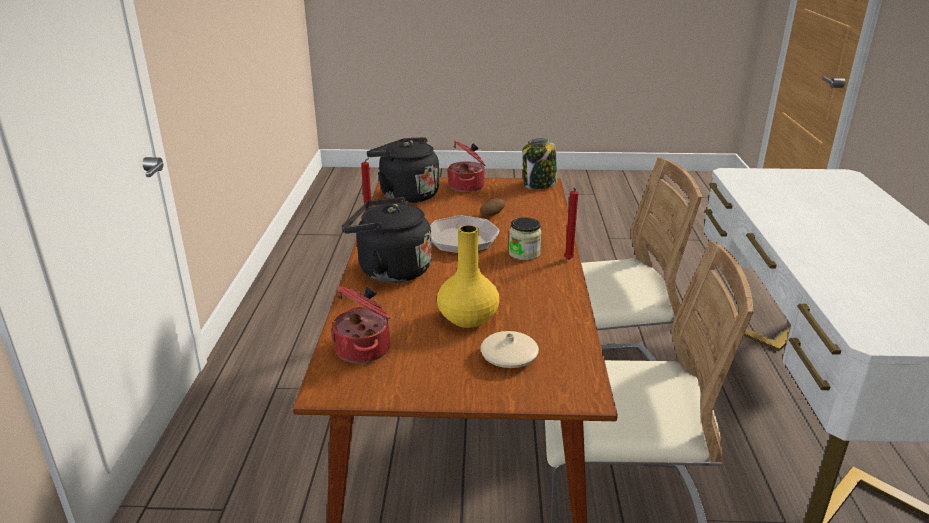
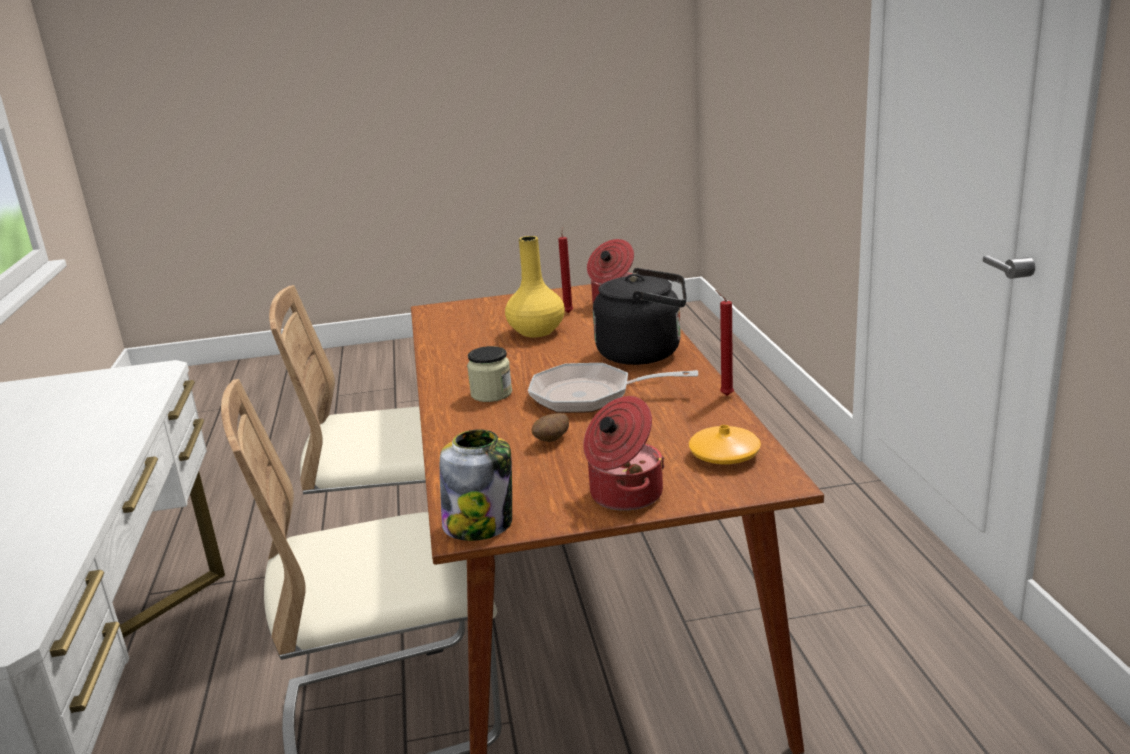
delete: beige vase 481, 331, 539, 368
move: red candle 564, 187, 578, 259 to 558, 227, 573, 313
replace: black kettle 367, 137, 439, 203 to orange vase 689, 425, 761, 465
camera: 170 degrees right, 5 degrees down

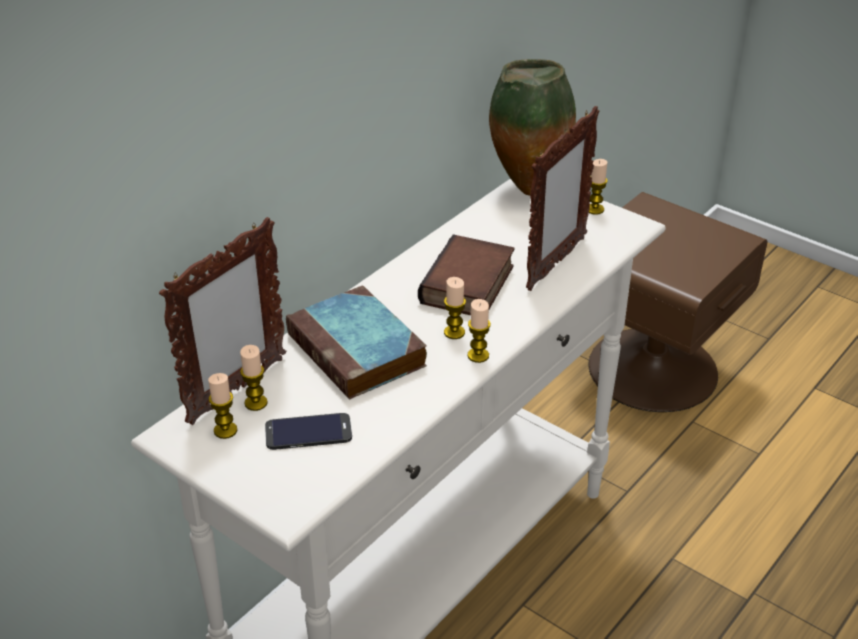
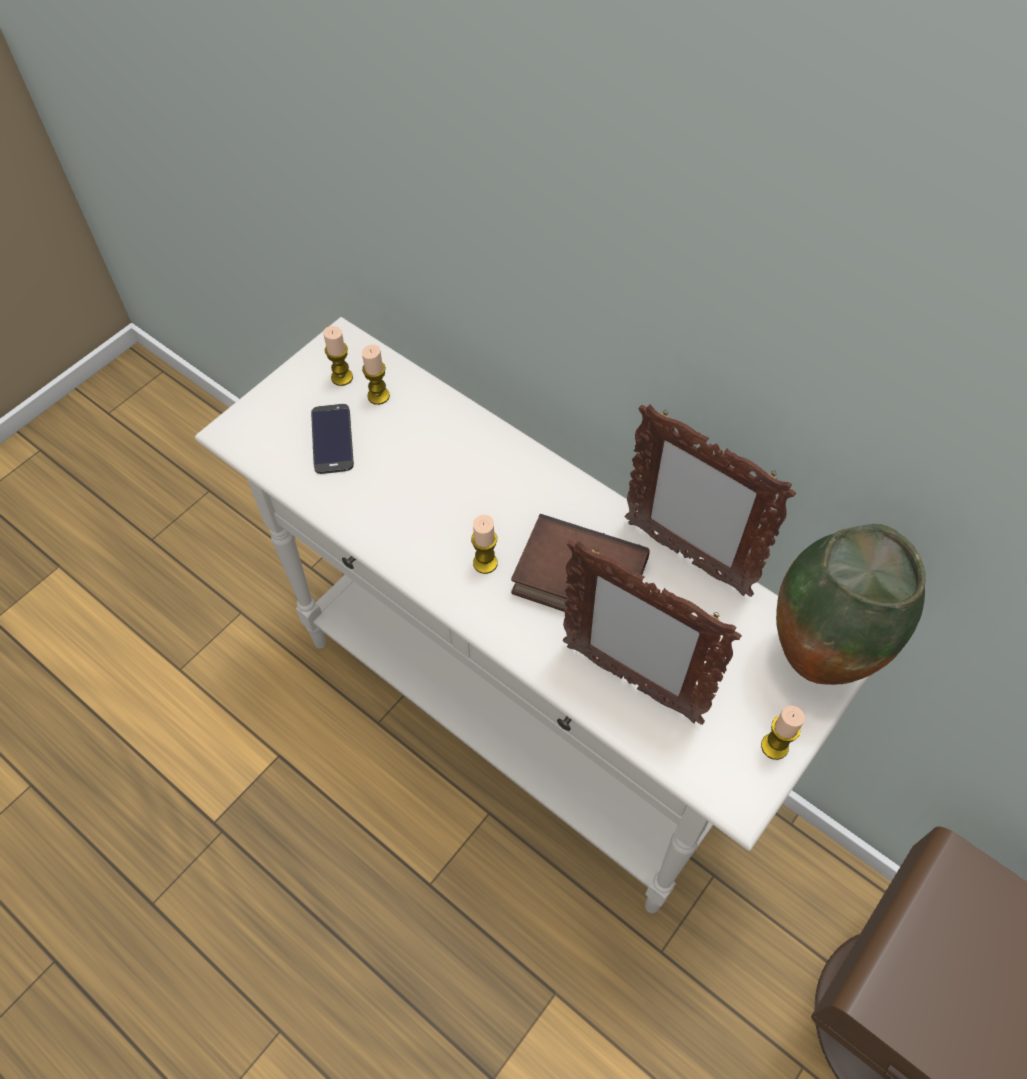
delete: book 286, 285, 427, 399; candle 468, 299, 491, 363
move: picture frame 159, 217, 286, 425 to 625, 404, 796, 597
camera: 90 degrees right, 20 degrees up

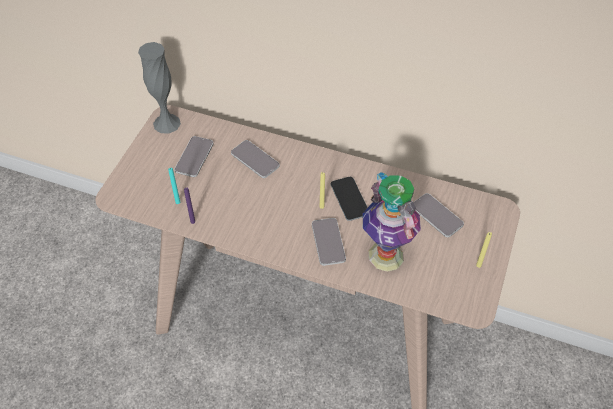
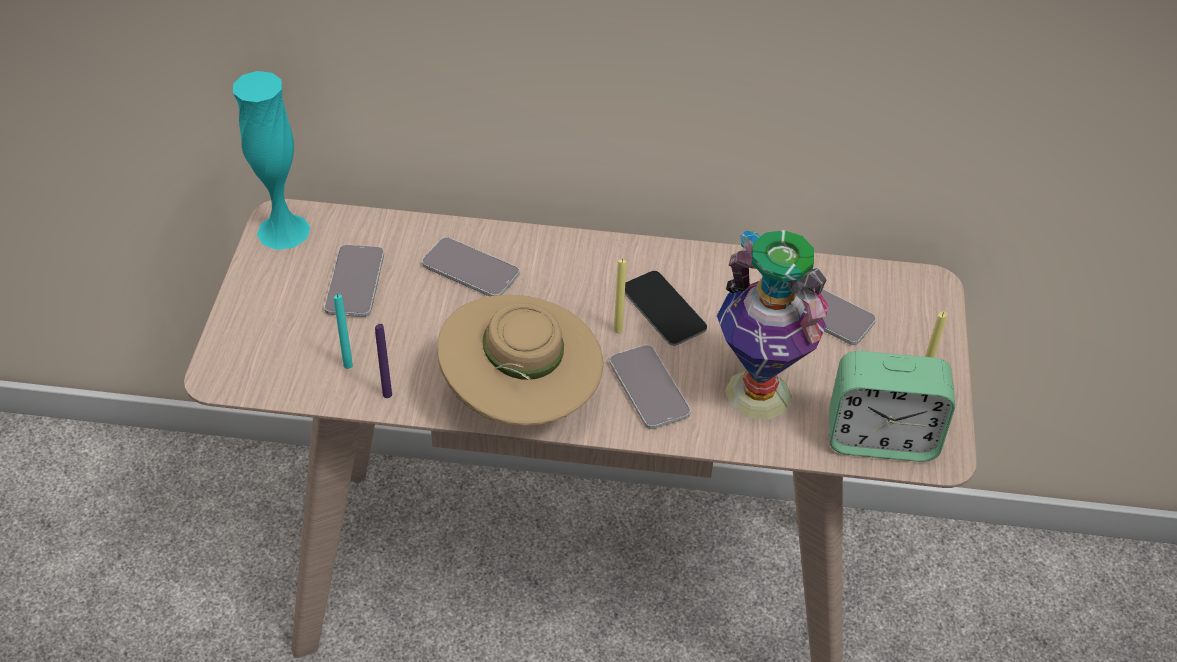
insert: beige hat 437, 295, 603, 426; alarm clock 829, 351, 955, 462
recolor: grey vase 138, 42, 181, 133 to turquoise vase 233, 71, 310, 250
camera: 15 degrees left, 5 degrees down

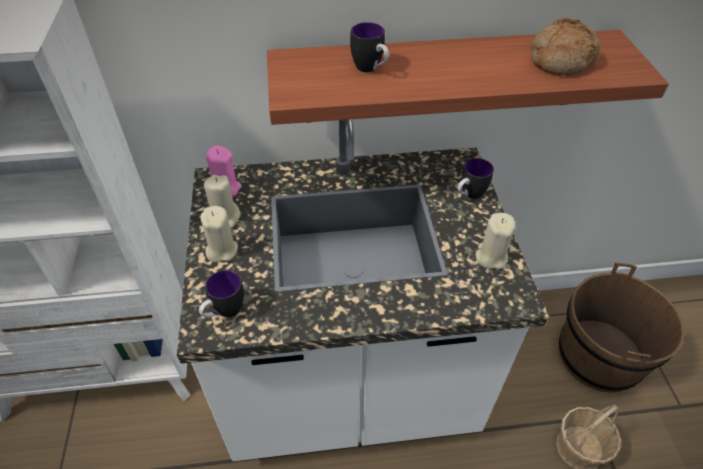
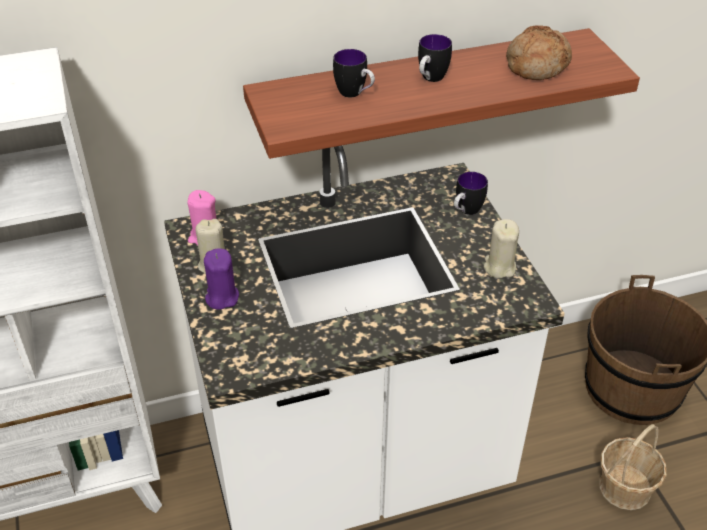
move: mug 199, 270, 244, 317 to 418, 34, 452, 82
recolor: beige candle 200, 206, 238, 262 to purple candle 204, 248, 239, 310
camera: 10 degrees left, 5 degrees down

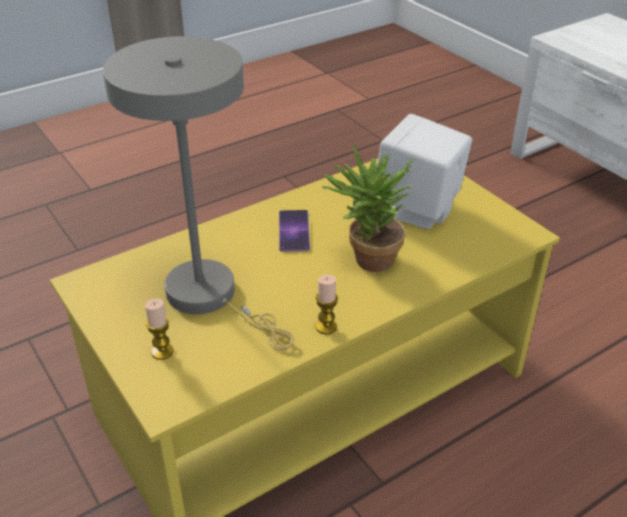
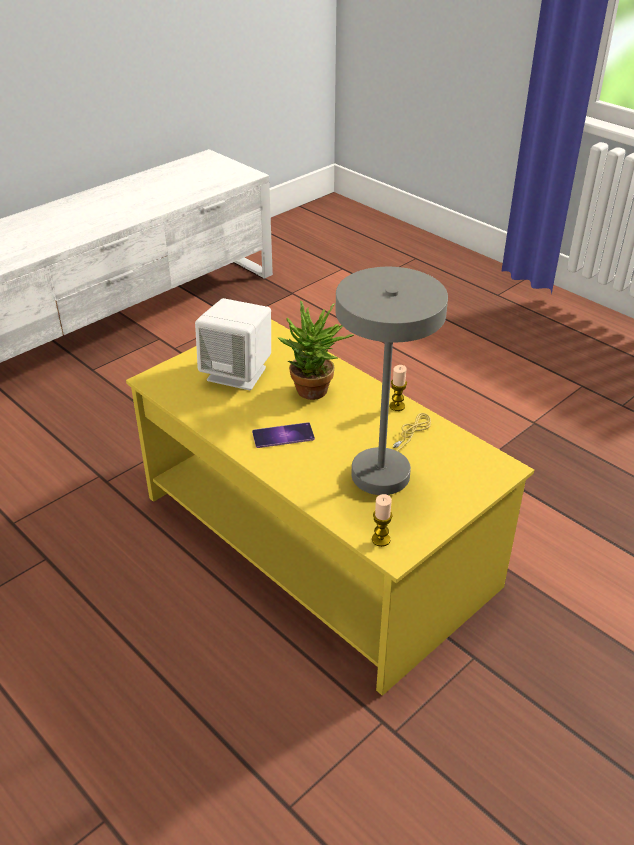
move: candle 145, 299, 174, 360 to 372, 494, 393, 547
camera: 100 degrees left, 0 degrees up

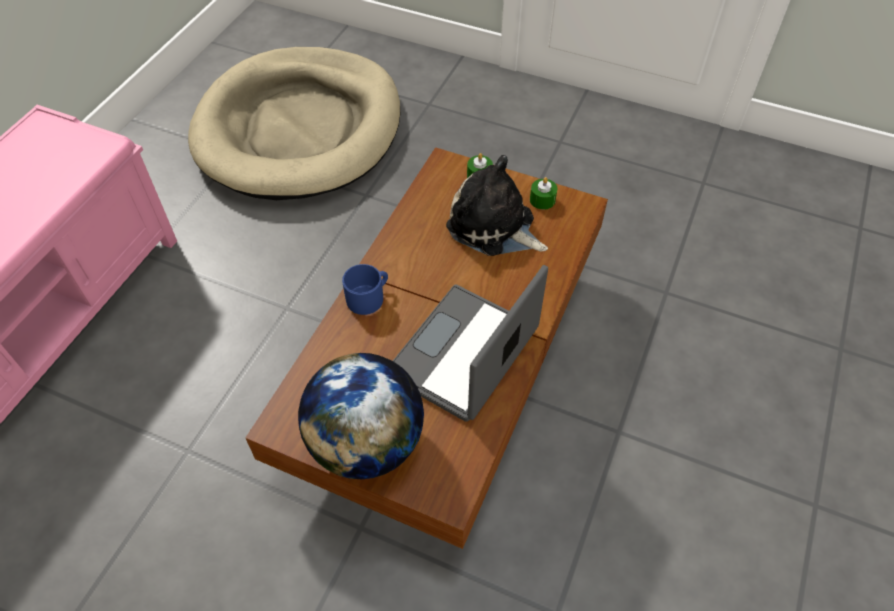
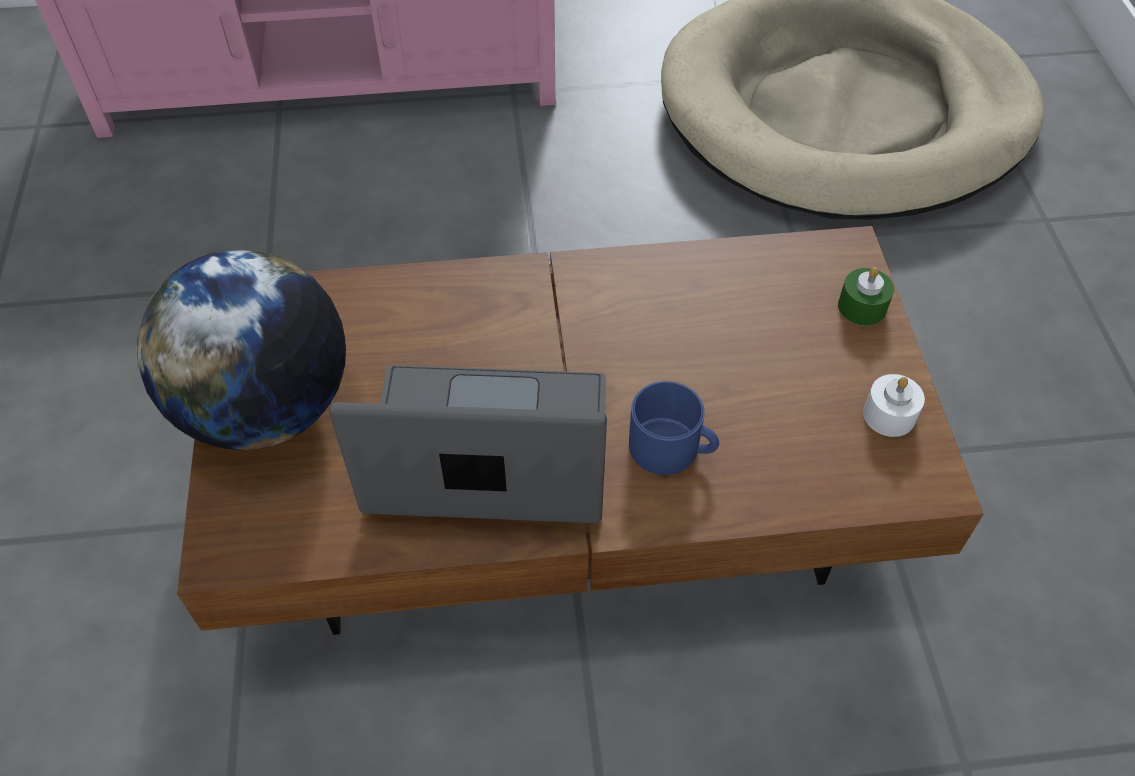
delete: plush toy 446, 155, 548, 256
move: blue mug 342, 264, 388, 315 to 629, 381, 719, 475
recolor: green candle 530, 177, 557, 210 to white candle 863, 374, 925, 437
camera: 60 degrees right, 0 degrees up

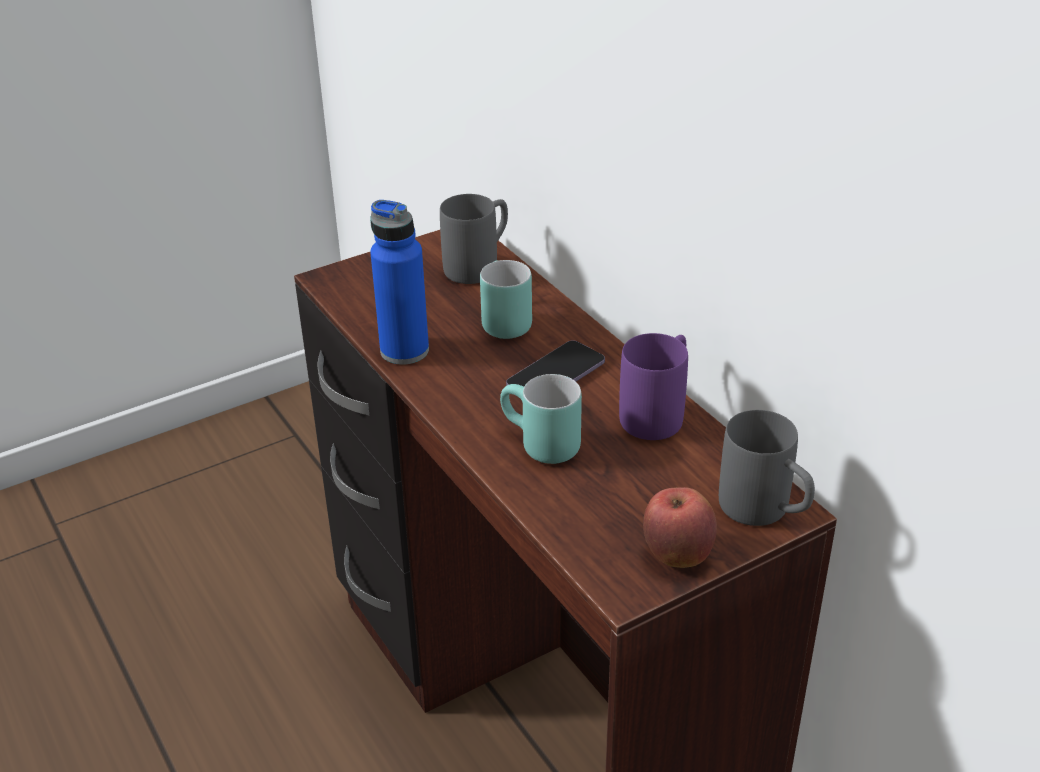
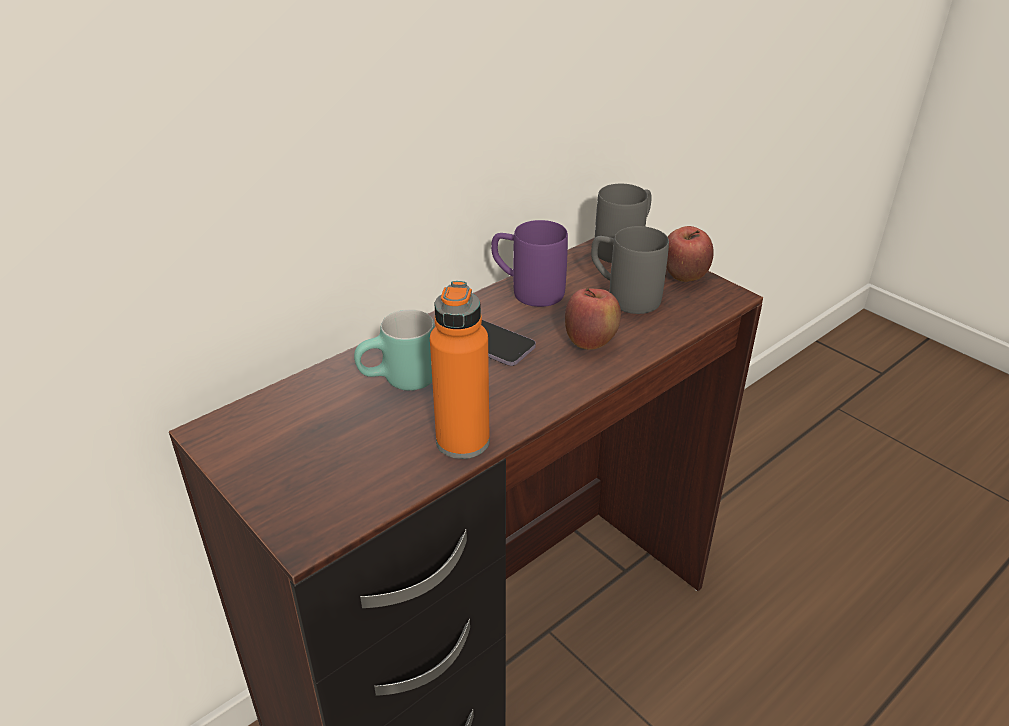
move: grey mug 440, 194, 508, 284 to 591, 226, 669, 314
replace: turquoise mug 500, 374, 582, 464 to apple 565, 288, 621, 349
recolor: blue bottle 370, 200, 429, 364 to orange bottle 430, 281, 490, 459
camera: 100 degrees left, 0 degrees up

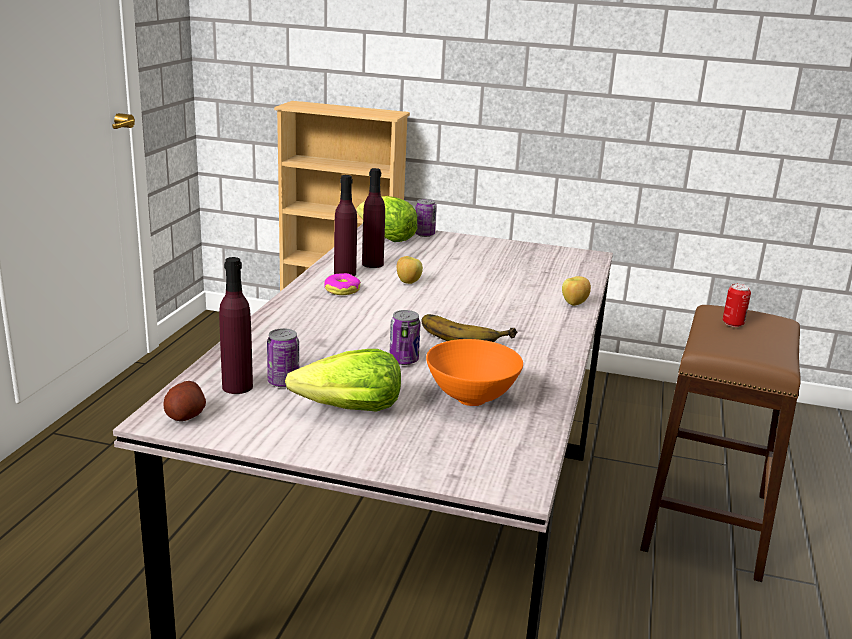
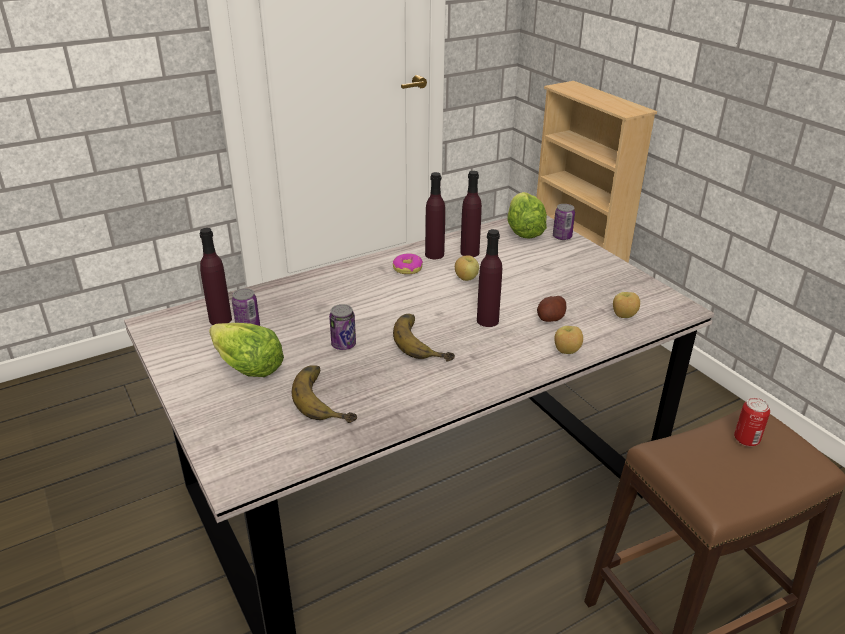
insert: purple bottle 477, 229, 502, 327; apple 613, 292, 640, 318
move: potato 163, 381, 206, 421 to 537, 296, 566, 322
replace: orange bowl 426, 339, 523, 406 to banana 292, 365, 357, 423
camera: 45 degrees right, 10 degrees up

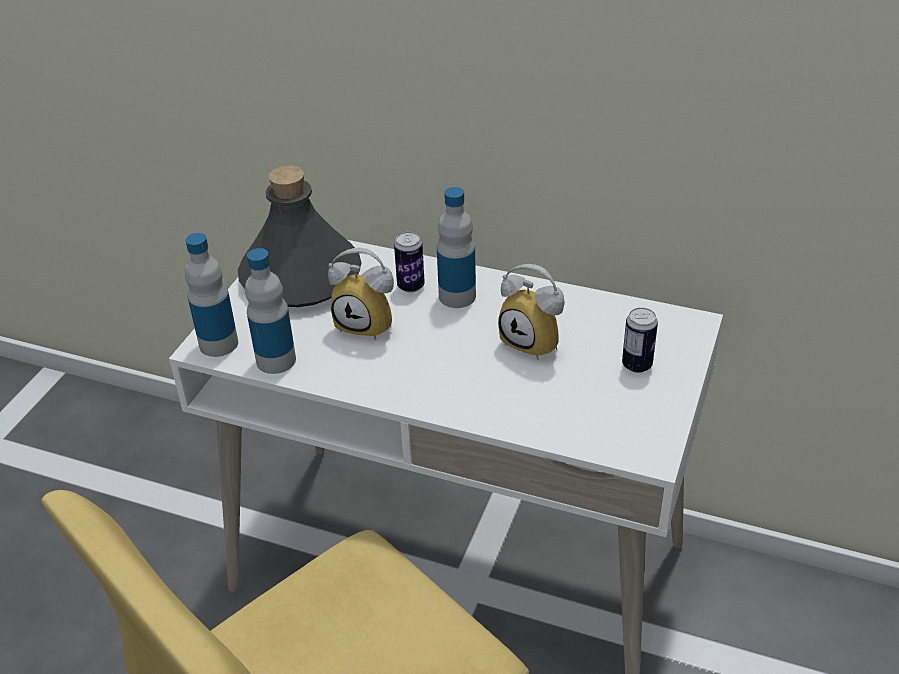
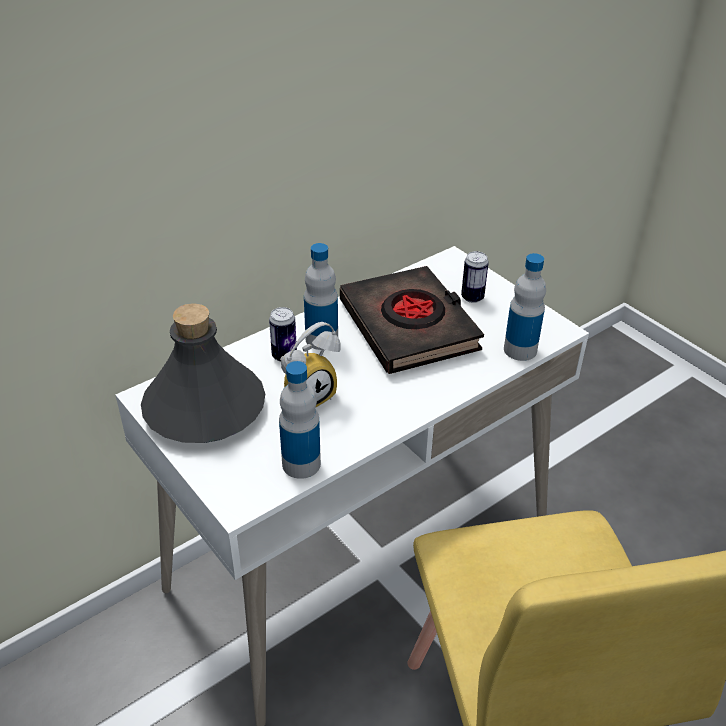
move: bottle 185, 233, 238, 357 to 504, 253, 546, 361
replace: alarm clock 498, 264, 565, 360 to black book 340, 266, 484, 374
camera: 60 degrees left, 0 degrees up

